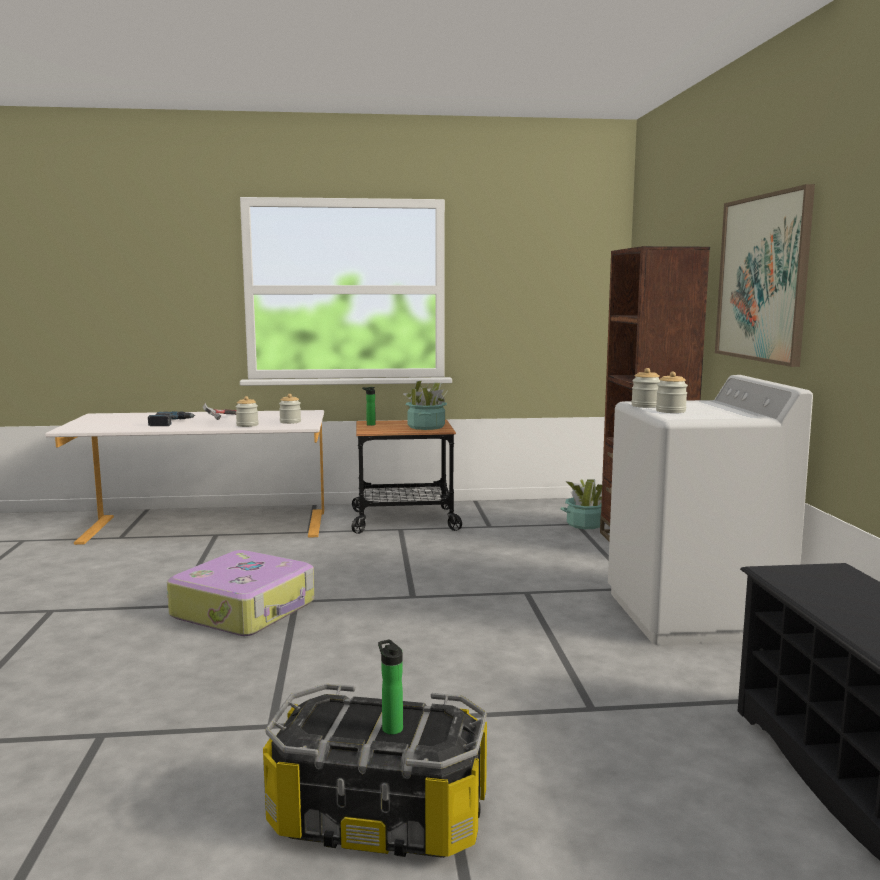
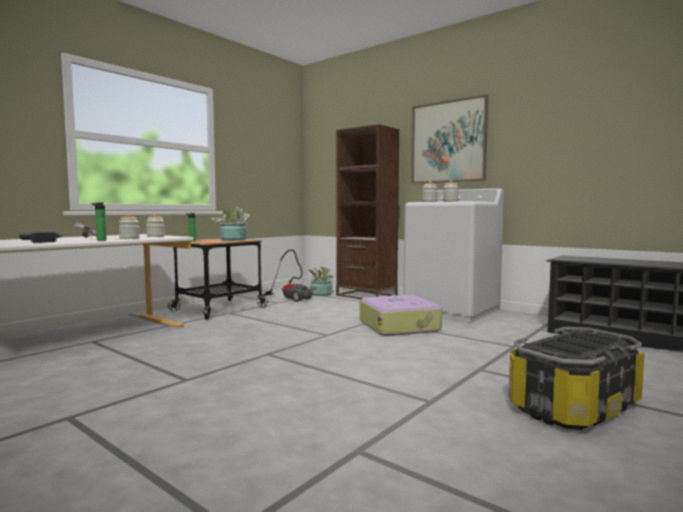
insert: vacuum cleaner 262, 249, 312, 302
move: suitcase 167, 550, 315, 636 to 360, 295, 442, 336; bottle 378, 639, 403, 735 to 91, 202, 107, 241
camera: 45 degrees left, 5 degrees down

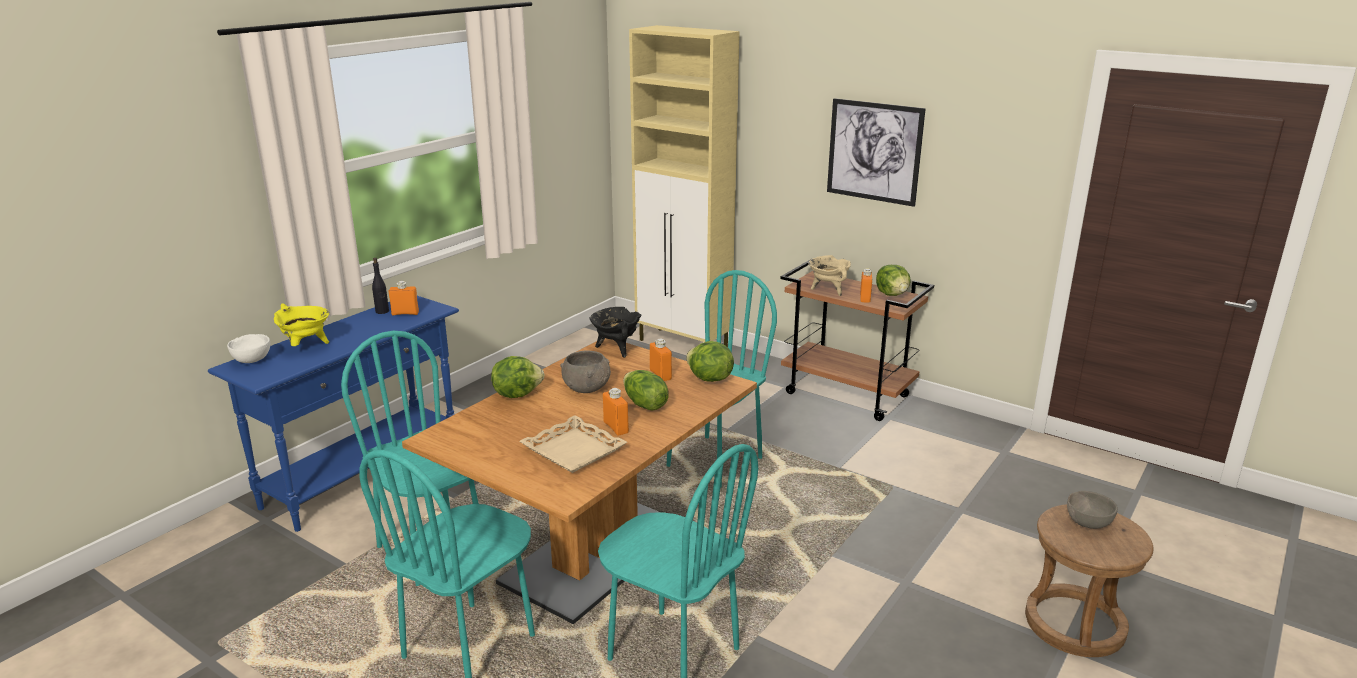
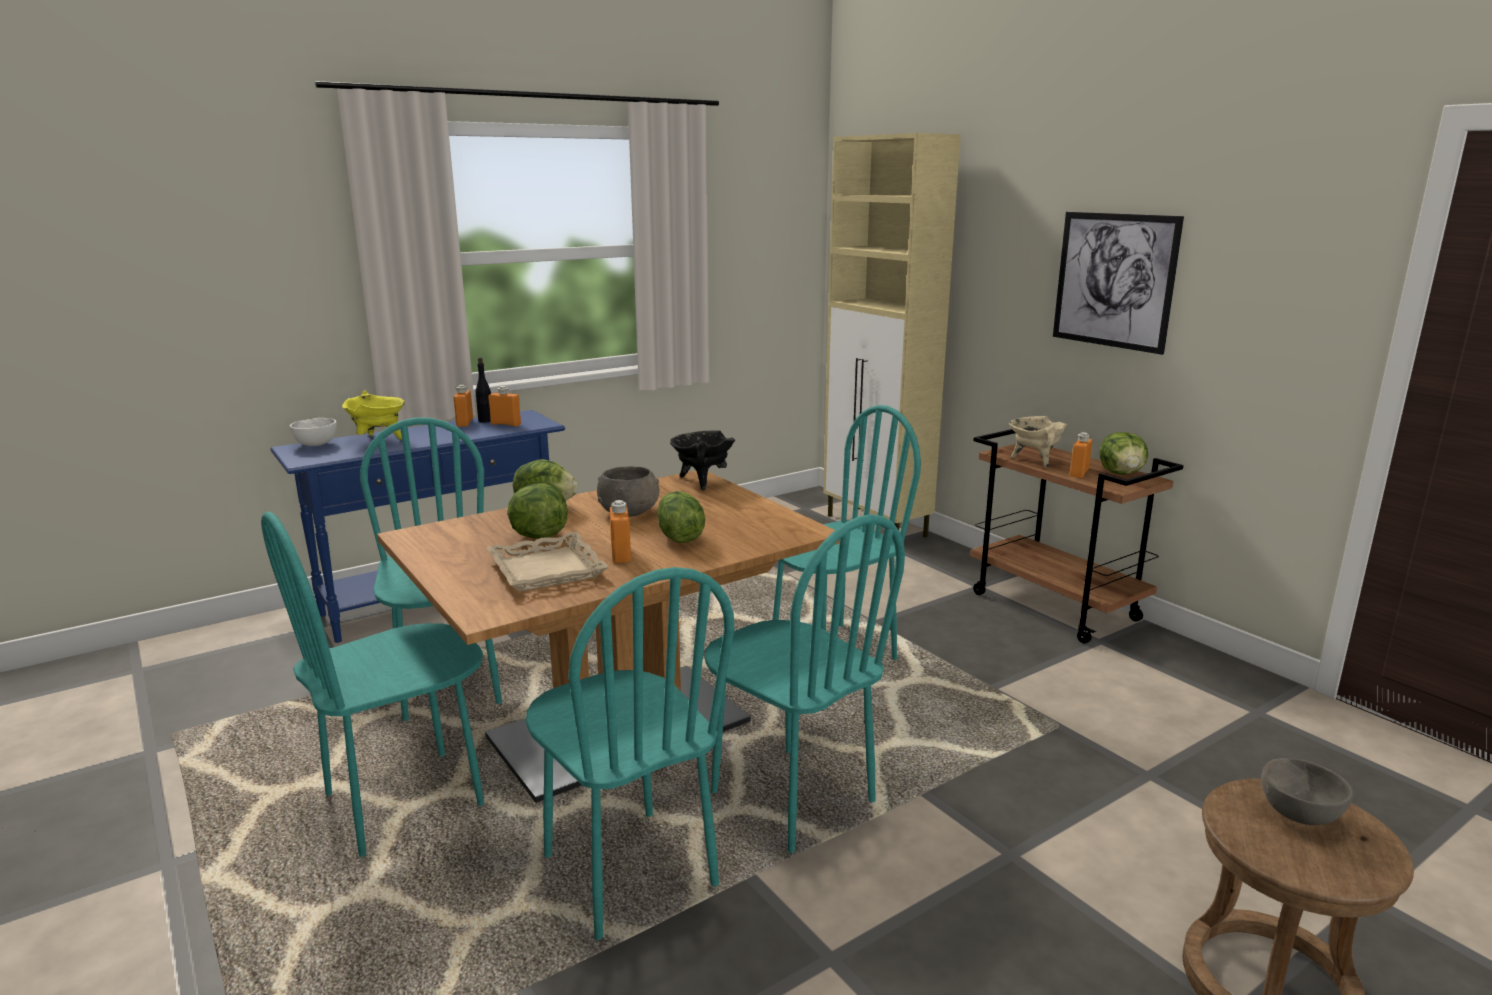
insert: turquoise chair 705, 514, 905, 853
move: orange bottle 650, 339, 672, 381 to 454, 385, 473, 427; lettuce 686, 341, 734, 382 to 507, 483, 568, 538
camera: 20 degrees right, 5 degrees down

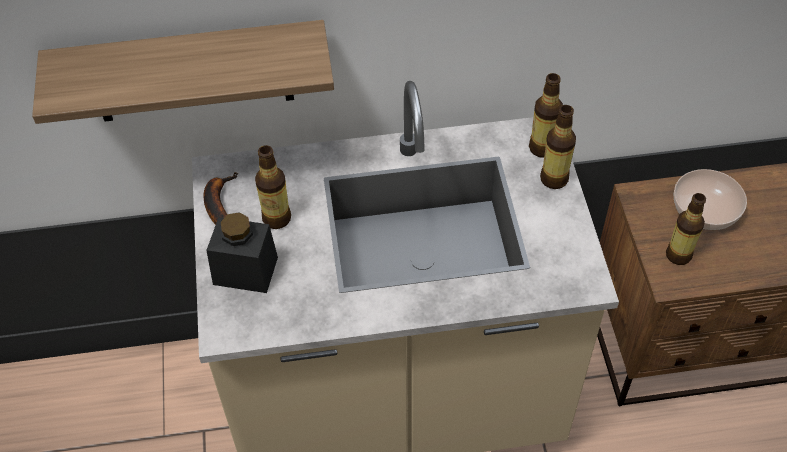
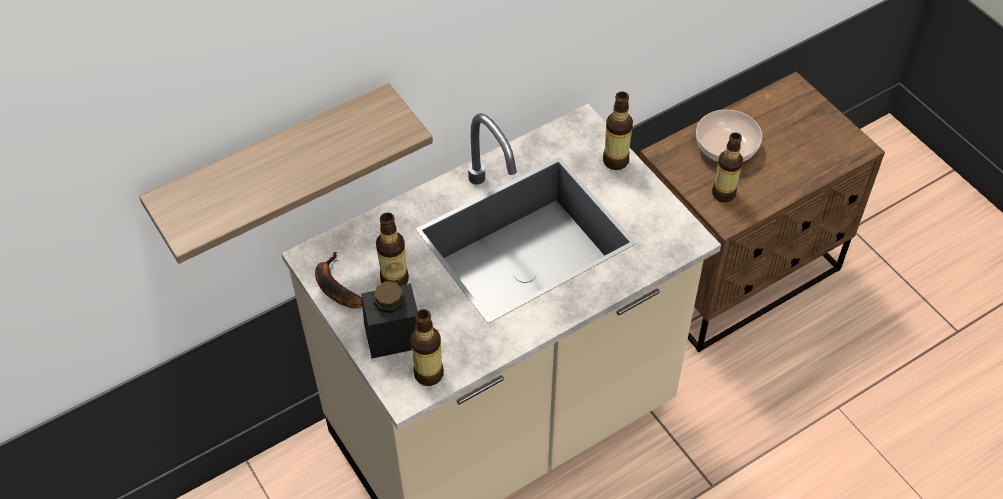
move: bottle 529, 73, 563, 158 to 410, 309, 444, 386
camera: 25 degrees left, 0 degrees up

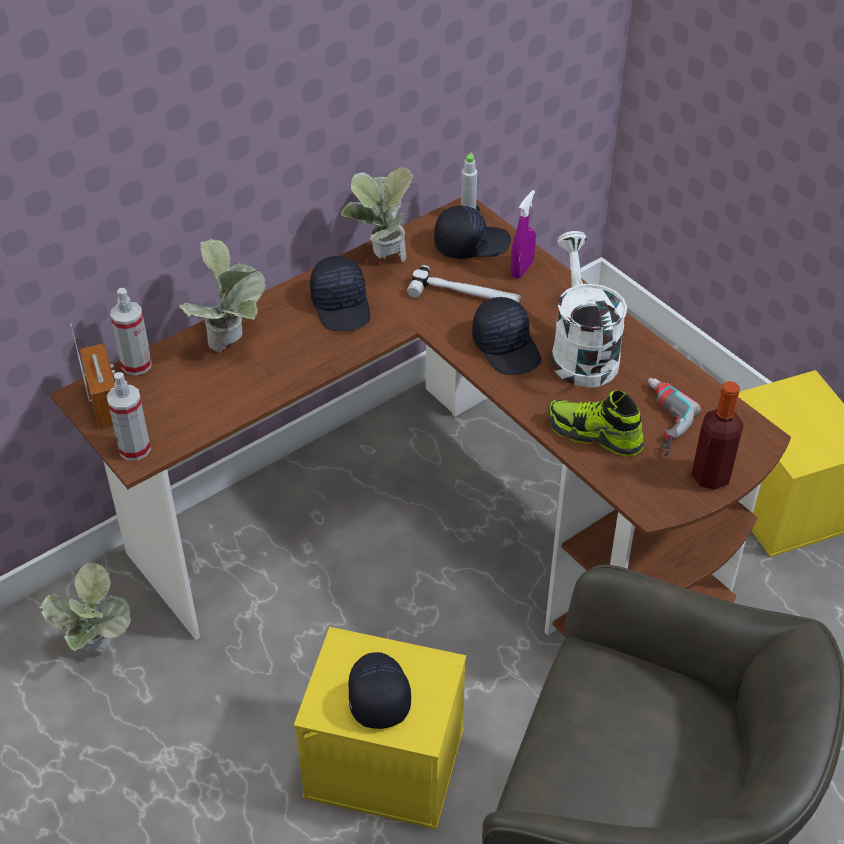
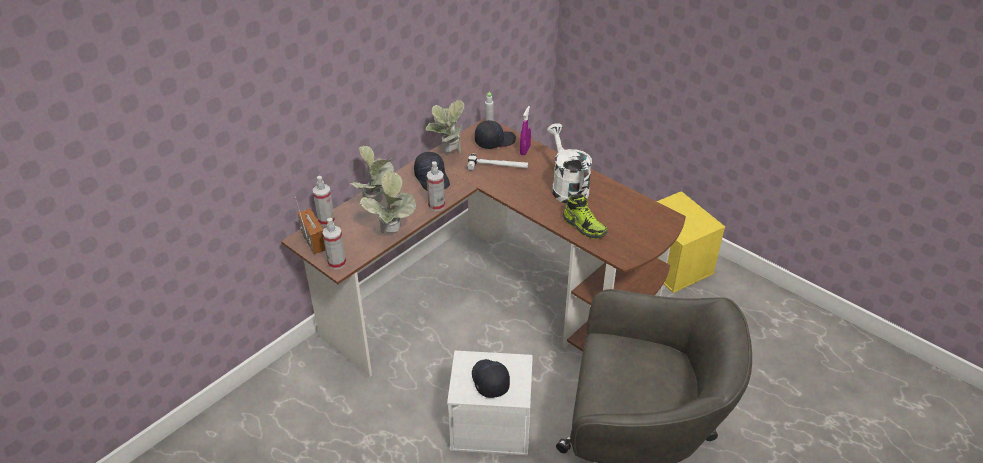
delete: black cap 472, 297, 541, 375; power drill 648, 378, 702, 457; bottle 691, 381, 743, 490
insert: spray bottle 426, 161, 445, 211
move: potted plant 39, 562, 131, 652 to 359, 171, 416, 234
recolor: yellow storage box 294, 627, 466, 829 to white storage box 447, 351, 533, 455
rotate: shoe 548, 390, 645, 457 = 563, 194, 608, 239 150 degrees counterclockwise
camera: 10 degrees left, 5 degrees down

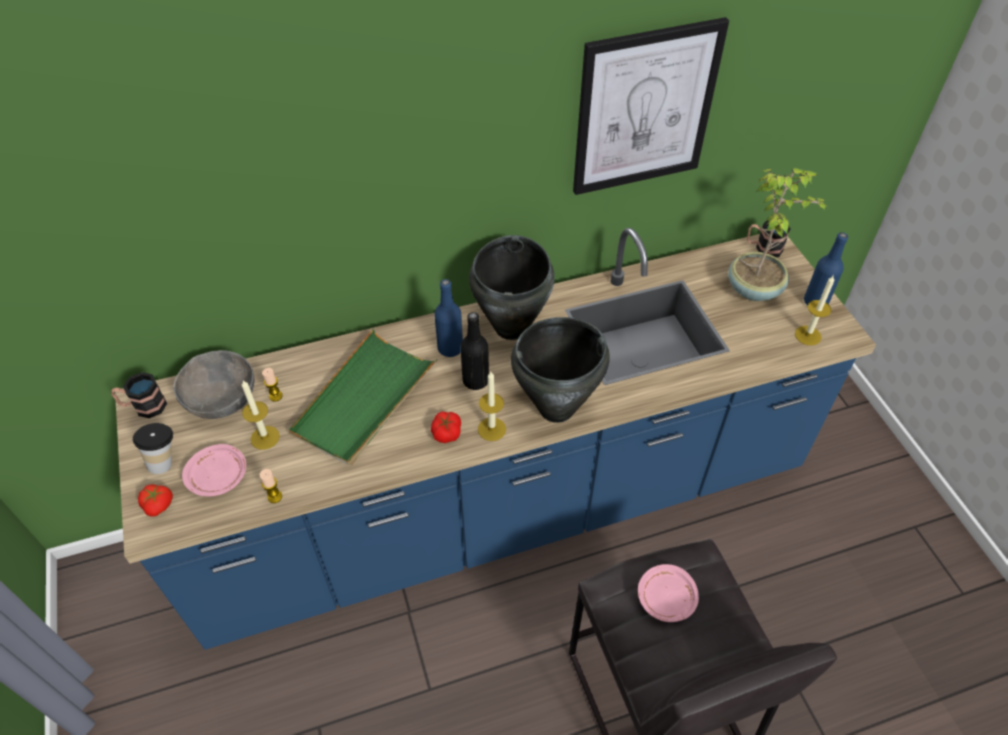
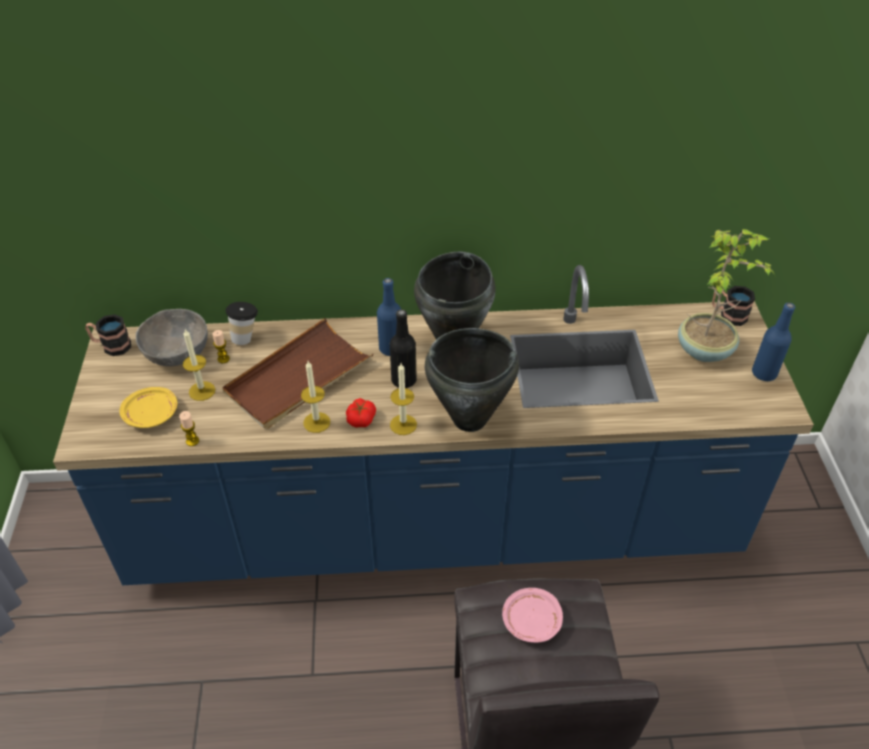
delete: tomato 138, 484, 173, 517; picture 573, 17, 729, 195
move: cup 133, 423, 173, 474 to 226, 302, 258, 345; candle 795, 275, 834, 345 to 301, 361, 330, 433
recolor: pink plate 182, 444, 246, 496 to yellow plate 120, 387, 177, 428; green tray 289, 329, 438, 466 to brown tray 222, 318, 373, 429
camera: 15 degrees right, 5 degrees down

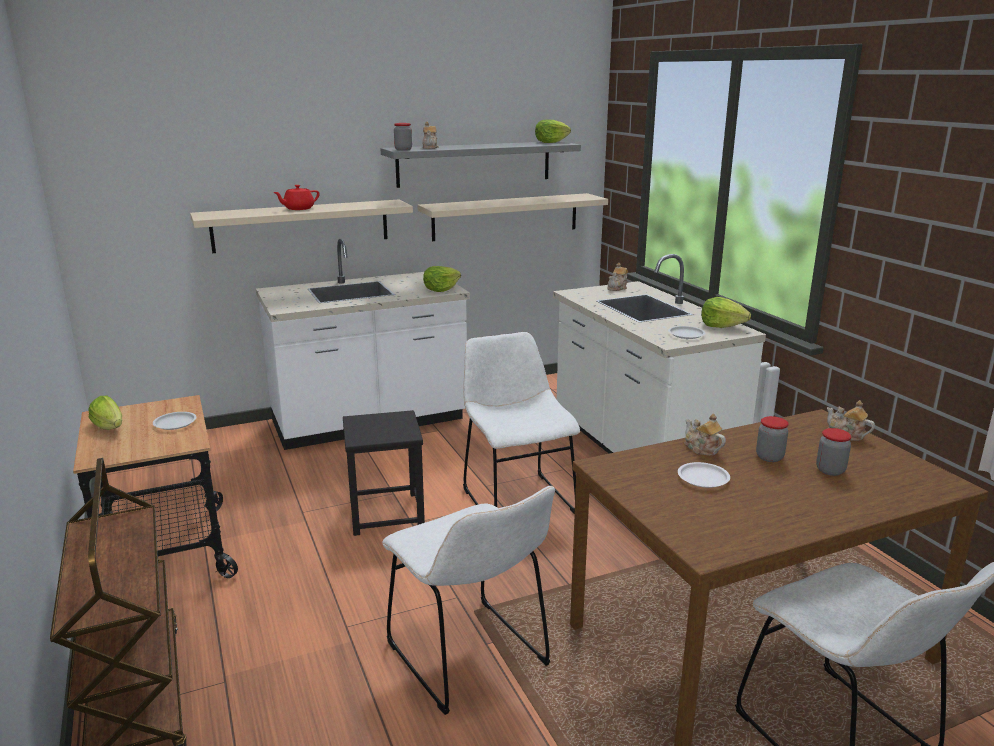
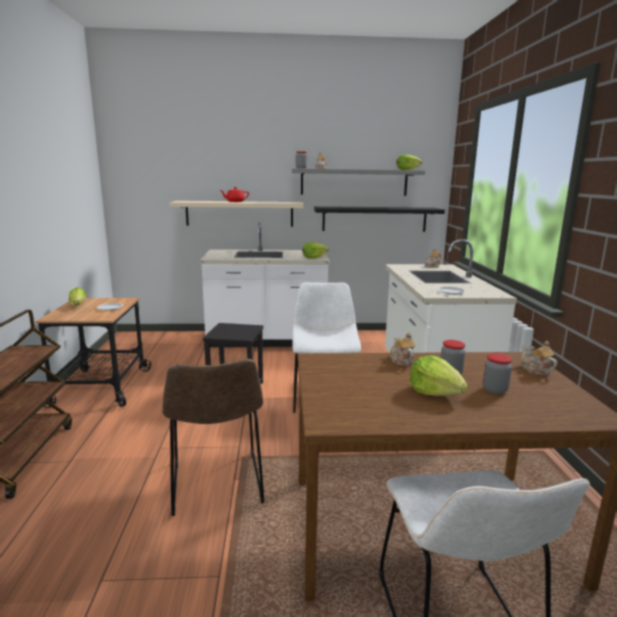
delete: white plate 678, 462, 730, 488
move: lettuce 701, 297, 751, 328 to 410, 355, 468, 396
recolor: white chair 382, 486, 555, 715 to brown chair 162, 359, 264, 516; beige shelf 418, 193, 608, 241 to black shelf 314, 206, 445, 232
camera: 20 degrees right, 5 degrees down

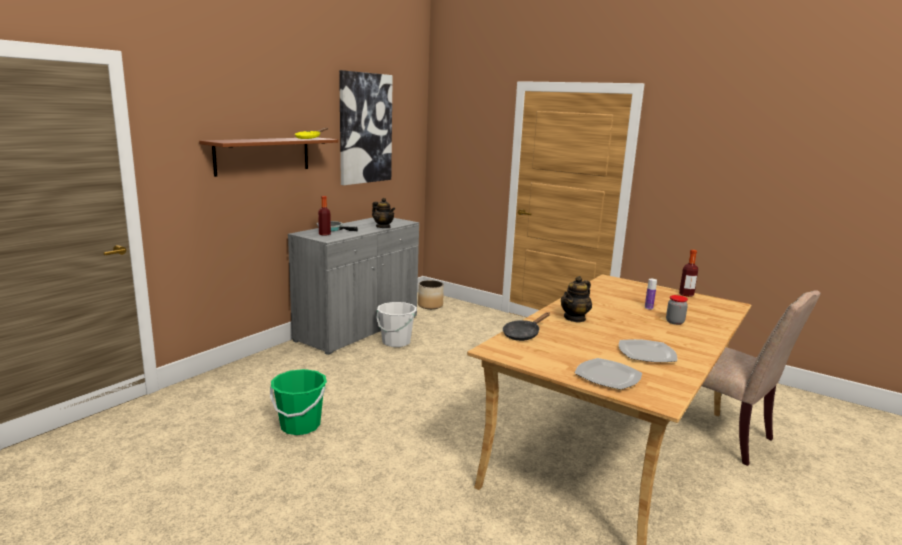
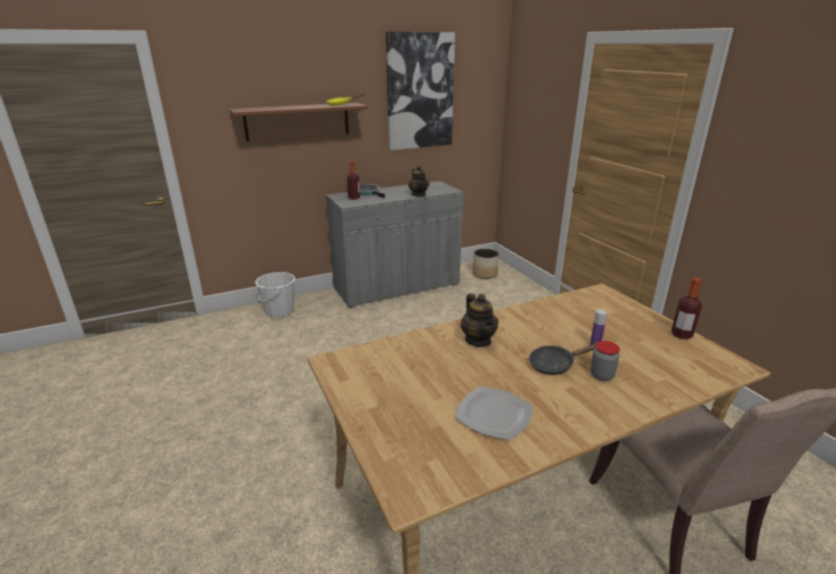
delete: green bucket 270, 369, 327, 435; plate 574, 358, 642, 390
move: white bucket 376, 302, 417, 347 to 255, 272, 295, 318; black frying pan 503, 312, 550, 341 to 529, 343, 596, 375
rotate: teapot 561, 276, 592, 323 = 460, 293, 499, 347 90 degrees counterclockwise
camera: 30 degrees right, 10 degrees up

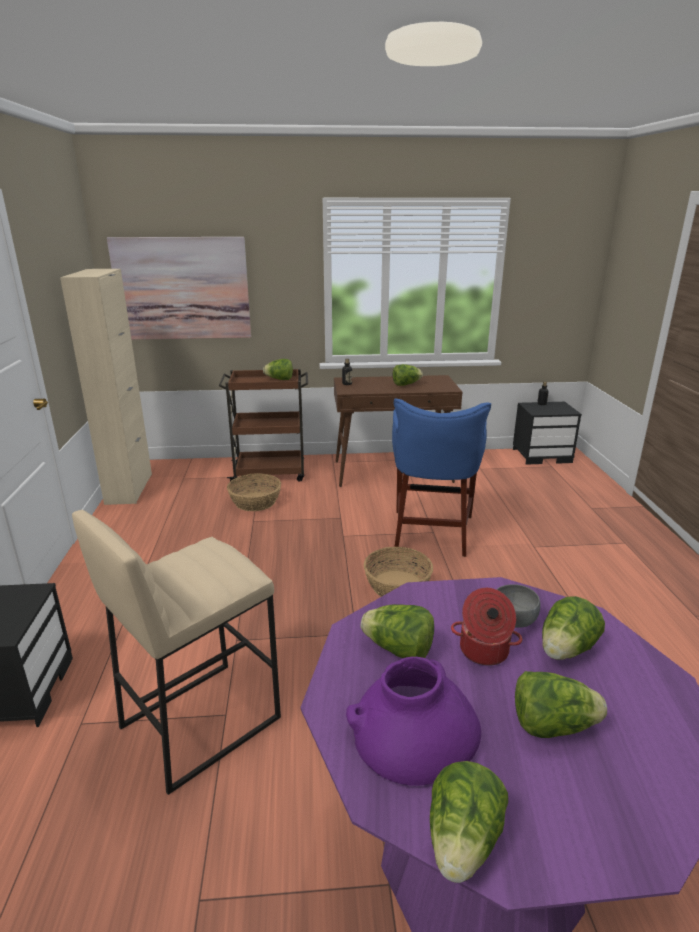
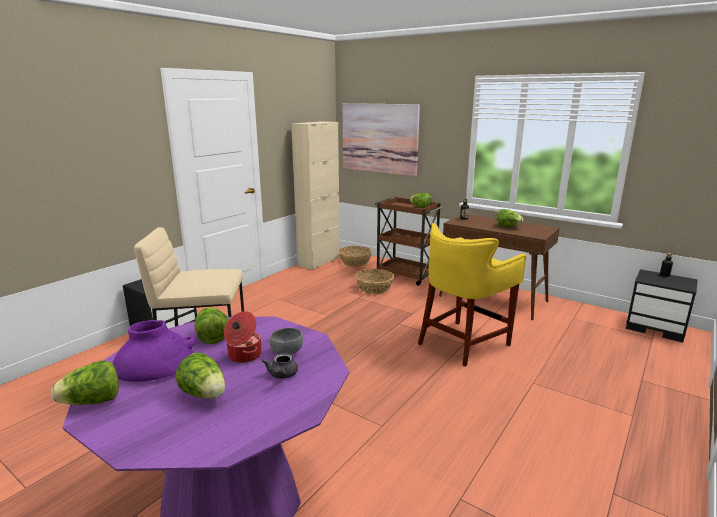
move: basket 364, 547, 433, 597 to 339, 246, 372, 267
replace: lettuce 542, 596, 605, 660 to grey teapot 262, 353, 298, 379
recolor: blue stool 392, 398, 491, 557 to yellow stool 418, 223, 526, 366
camera: 40 degrees right, 5 degrees down

